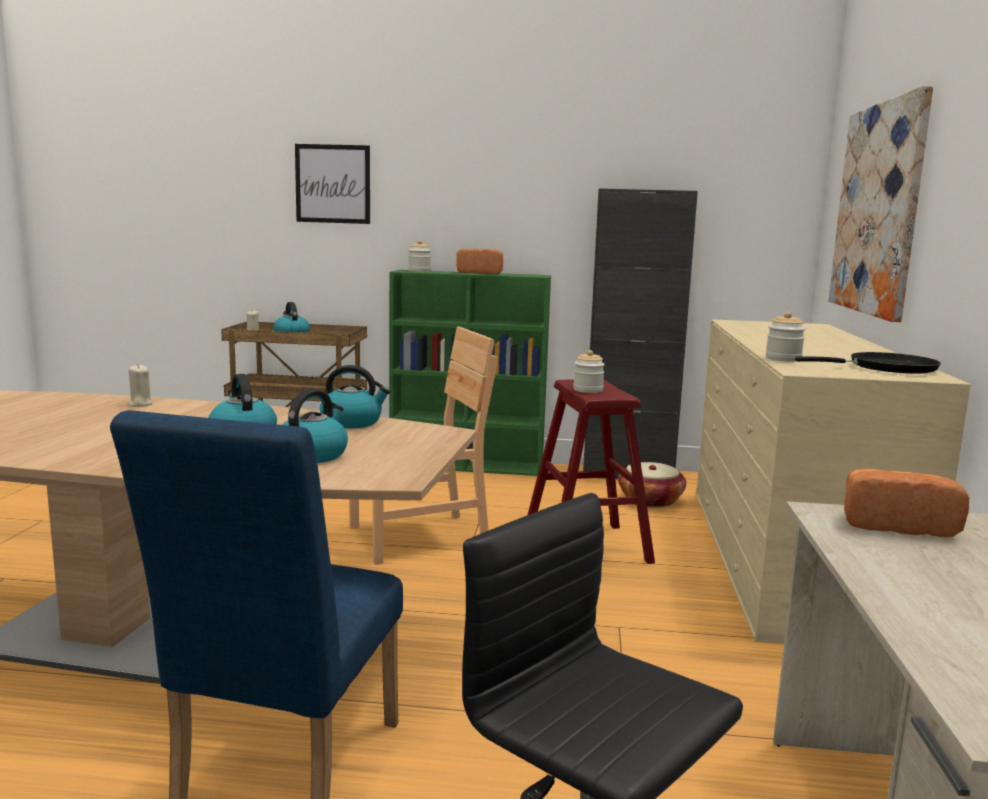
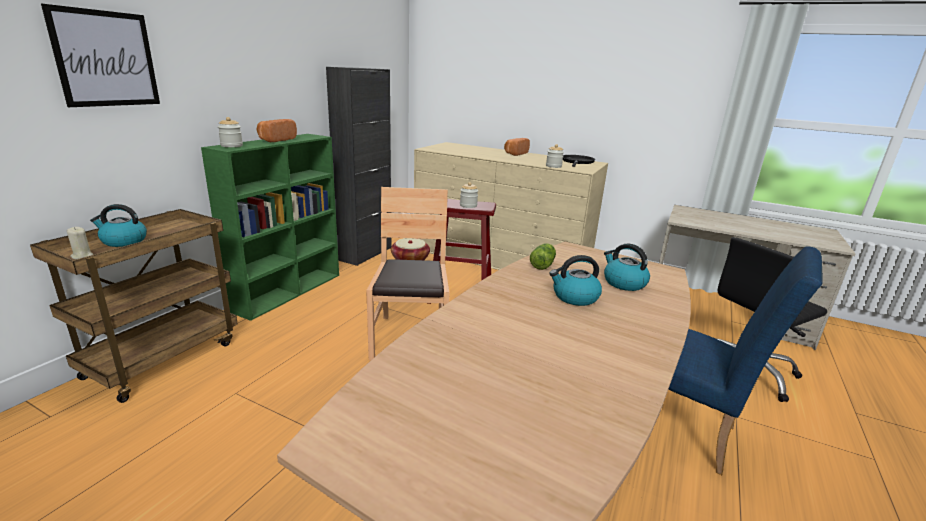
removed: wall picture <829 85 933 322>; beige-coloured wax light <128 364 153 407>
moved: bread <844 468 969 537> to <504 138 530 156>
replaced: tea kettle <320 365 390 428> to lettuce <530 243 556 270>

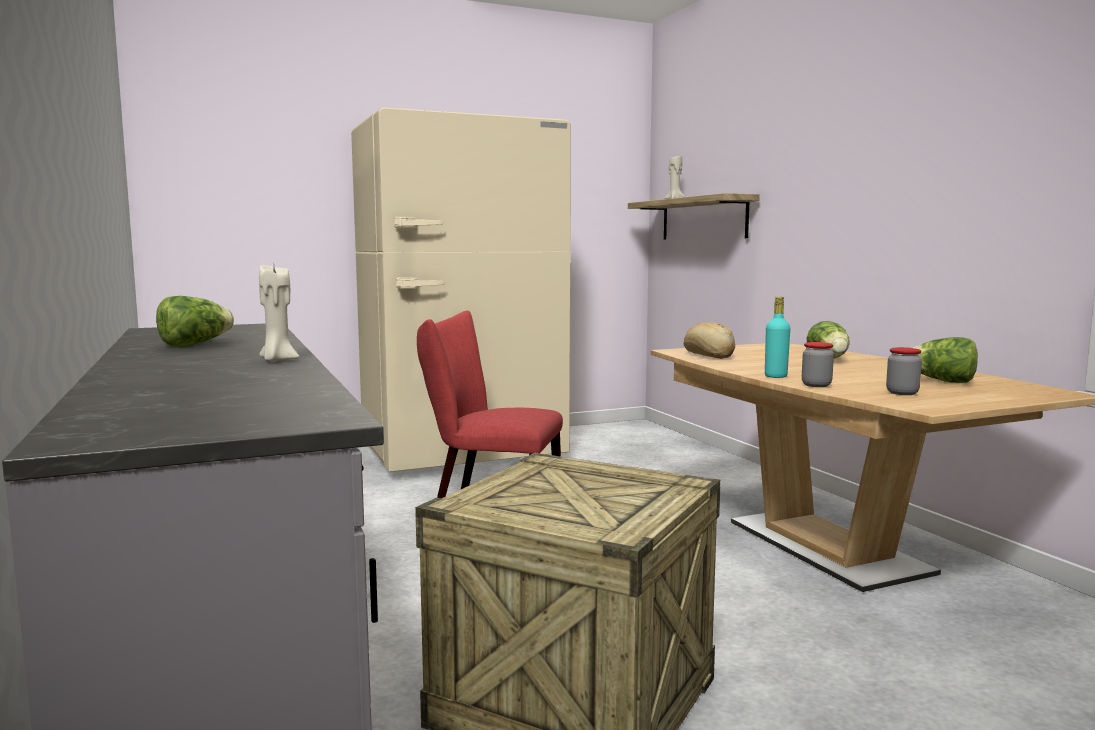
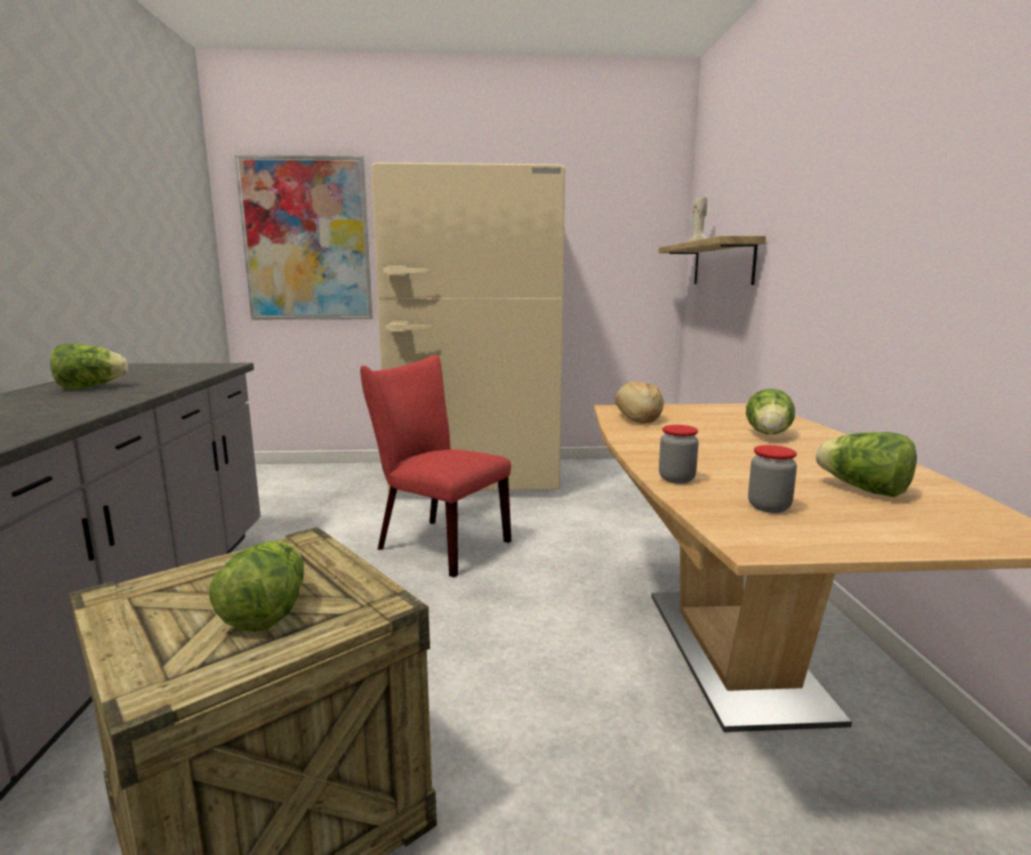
removed: beige-coloured wax light <259 265 299 361>; blue-green bottle <765 296 790 378>
added: wall picture <235 155 373 320>; lettuce <210 541 304 632>

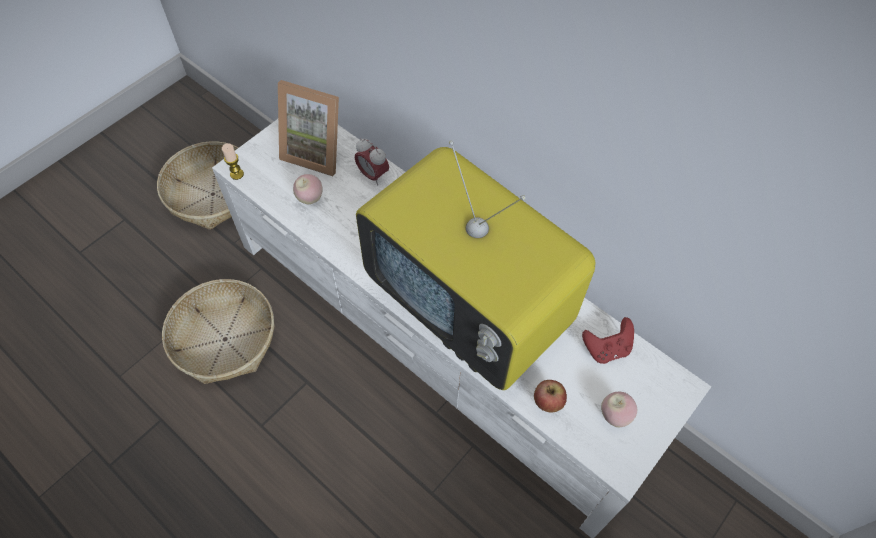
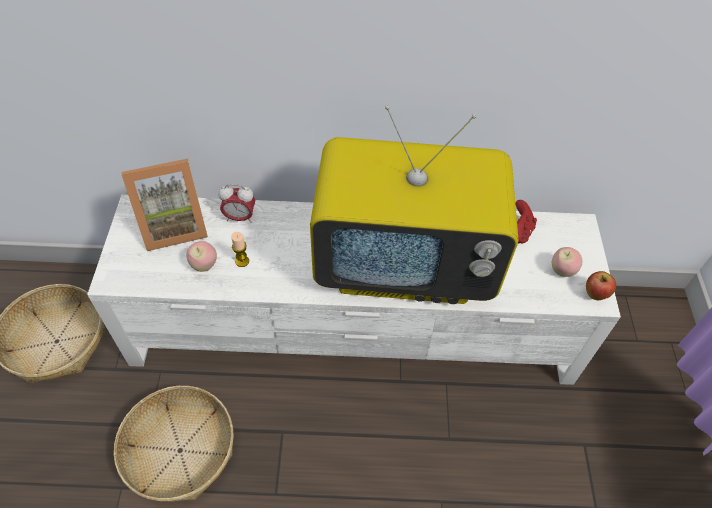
moved: wax light <222 143 244 180> to <231 232 249 267>; apple <534 380 567 413> to <586 271 616 300>

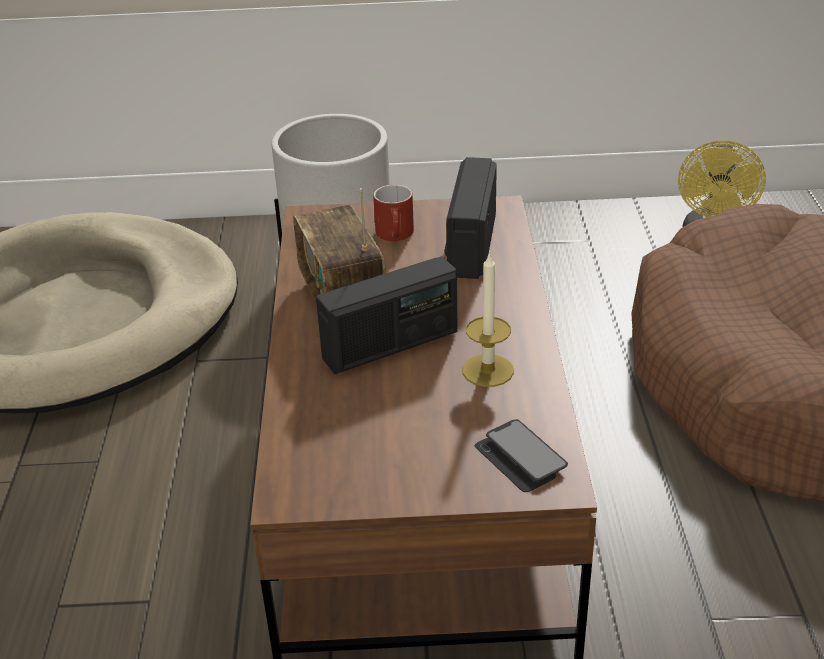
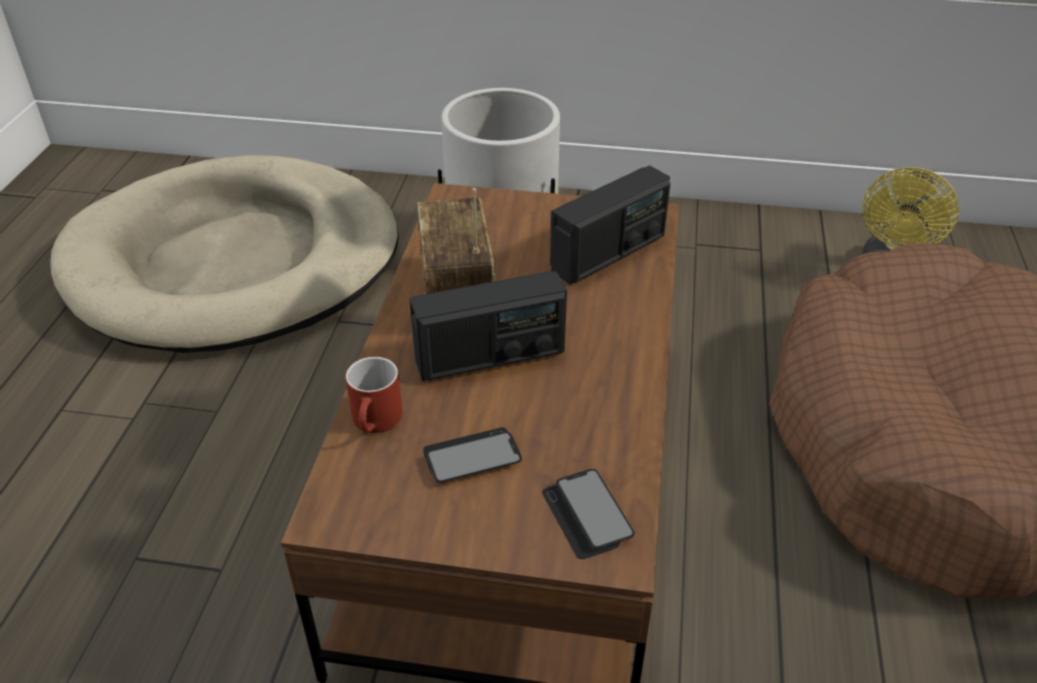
removed: wax light <462 252 514 387>
added: phone <423 427 522 483>
moved: red-coloured tea mug <373 184 414 241> to <345 357 403 433>
turned: radio <445 157 497 279> = <550 166 670 284> 150 degrees counterclockwise

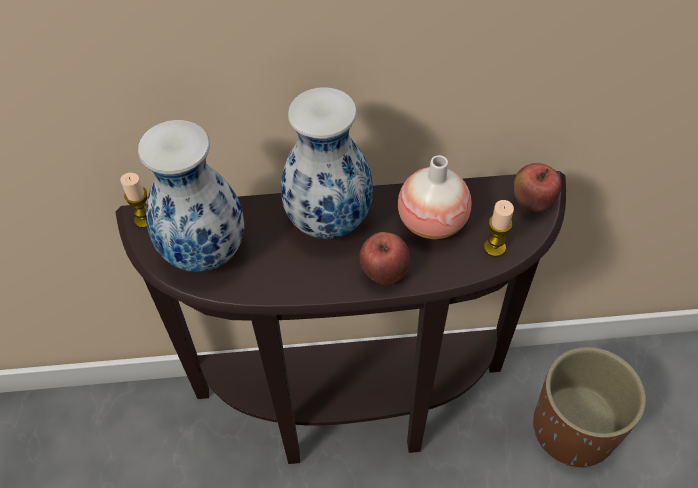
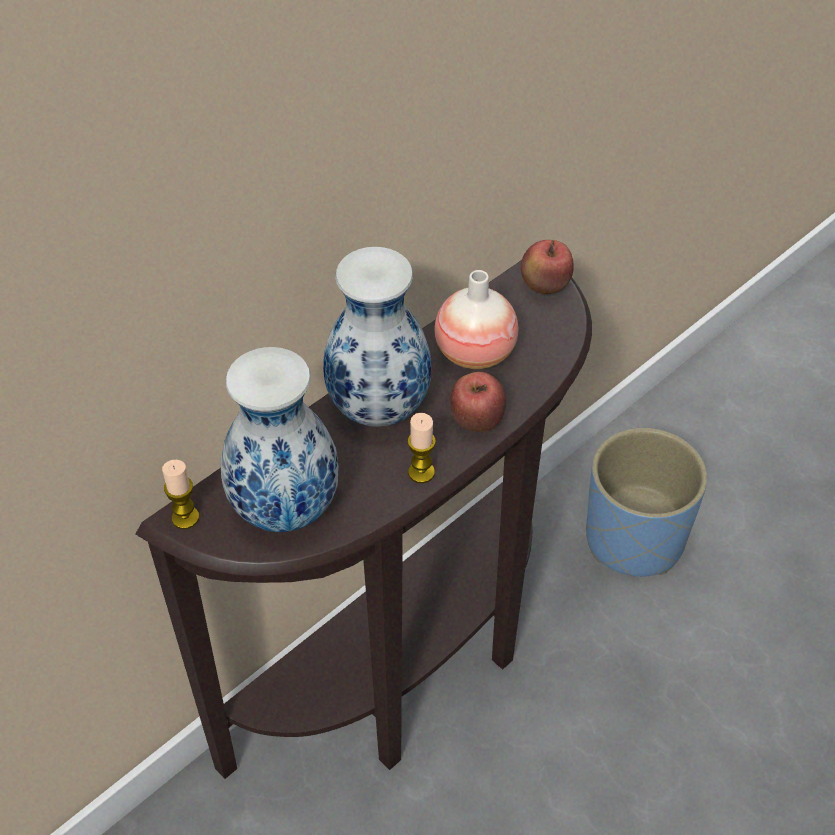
moved: wax light <484 200 514 257> to <408 413 436 483>
recoloured: brown planter <533 347 646 468> to blue-coloured planter <586 428 707 577>

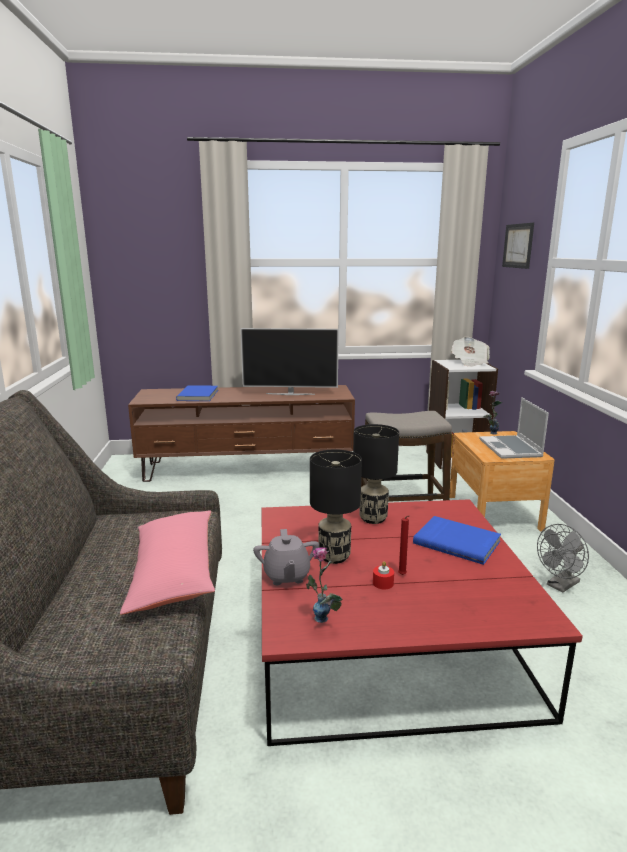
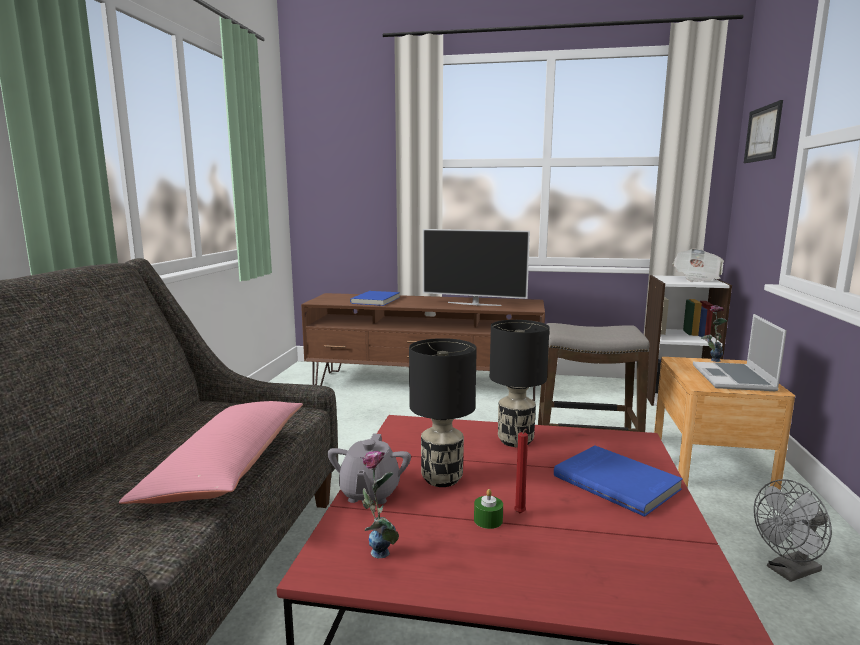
recoloured: red-coloured wax light <373 561 394 589> to greenish wax light <474 489 503 529>

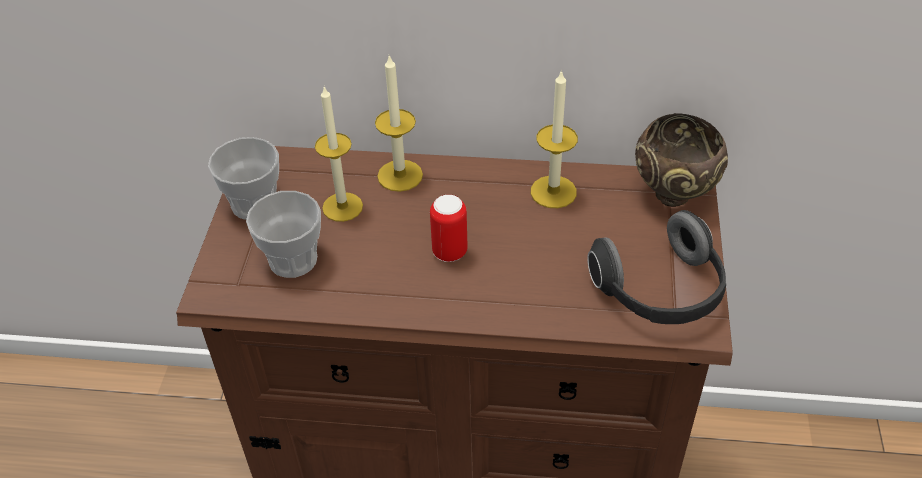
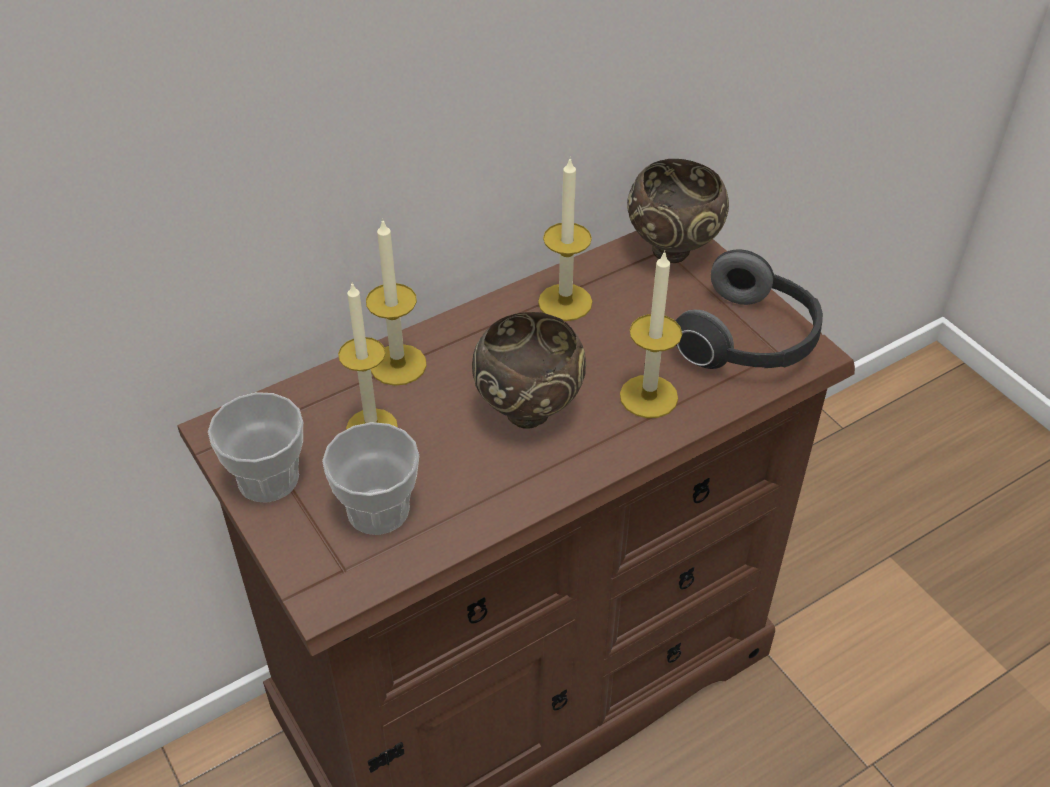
added: wax light <620 251 682 418>
replaced: can <430 194 468 262> to brown deep dish <472 312 586 428>

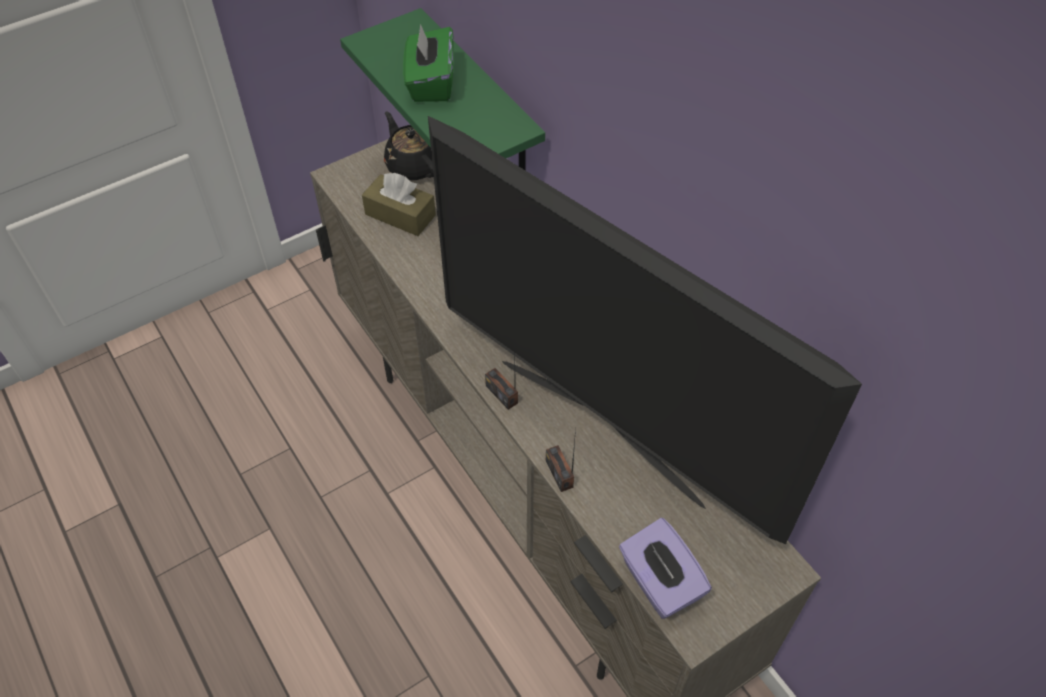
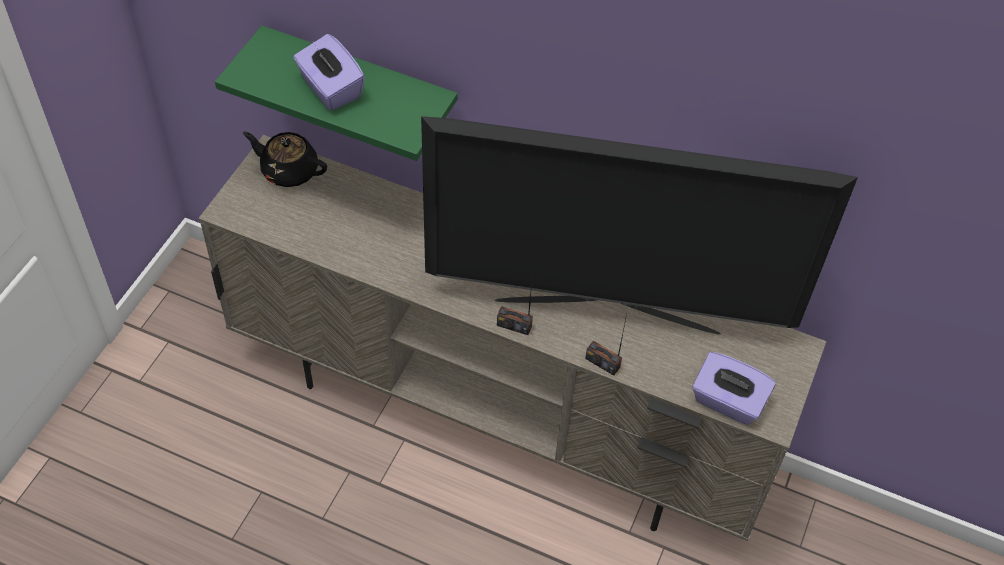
removed: brown box of tissues <362 173 436 236>
recoloured: greenish box of tissues <403 24 454 102> to purple-coloured box of tissues <293 34 365 111>

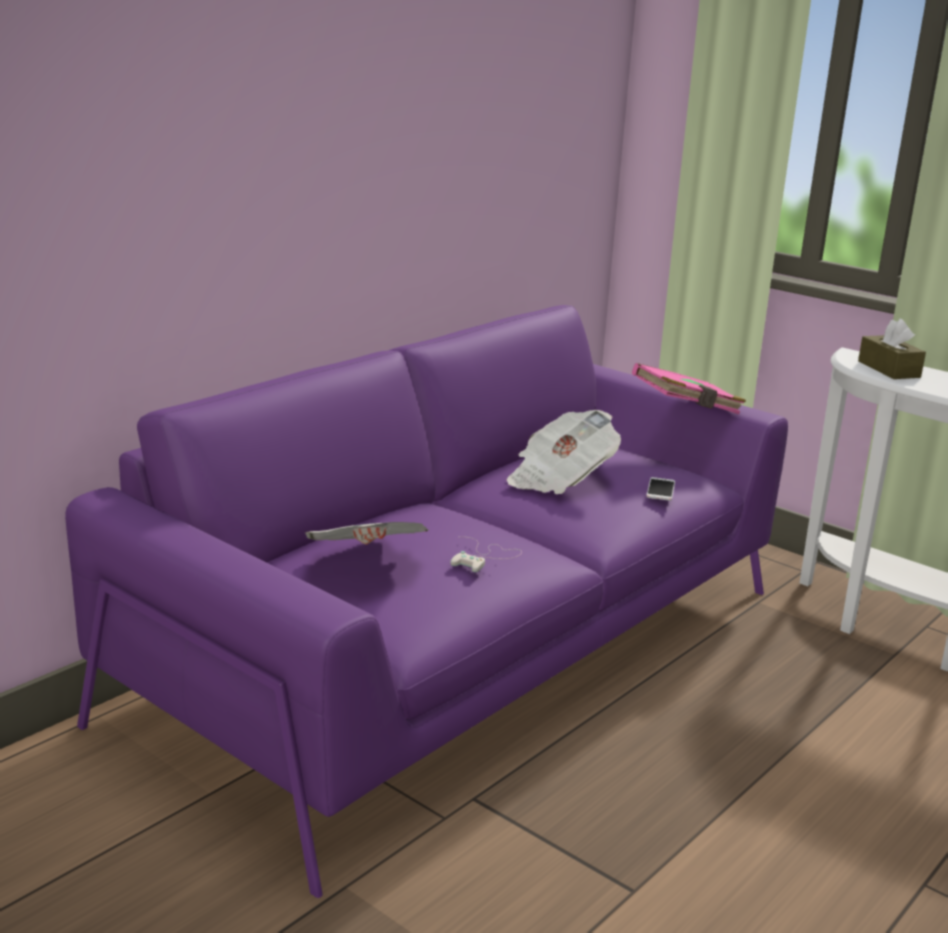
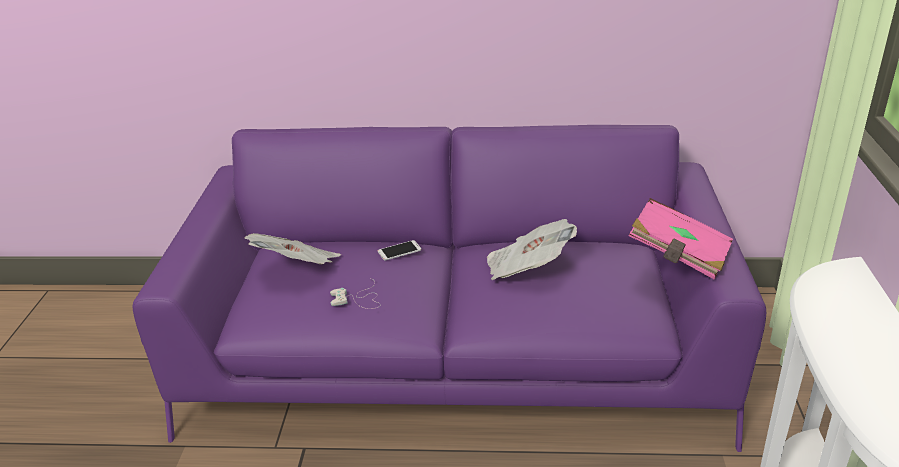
removed: brown box of tissues <858 319 926 379>
moved: phone <646 477 675 501> to <378 240 421 261>

